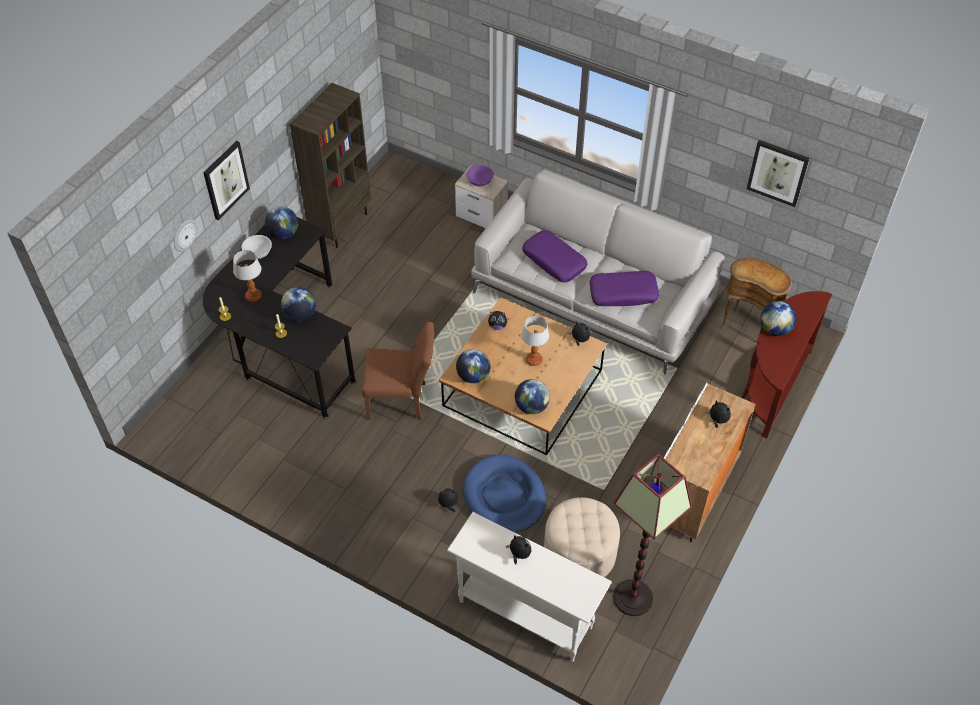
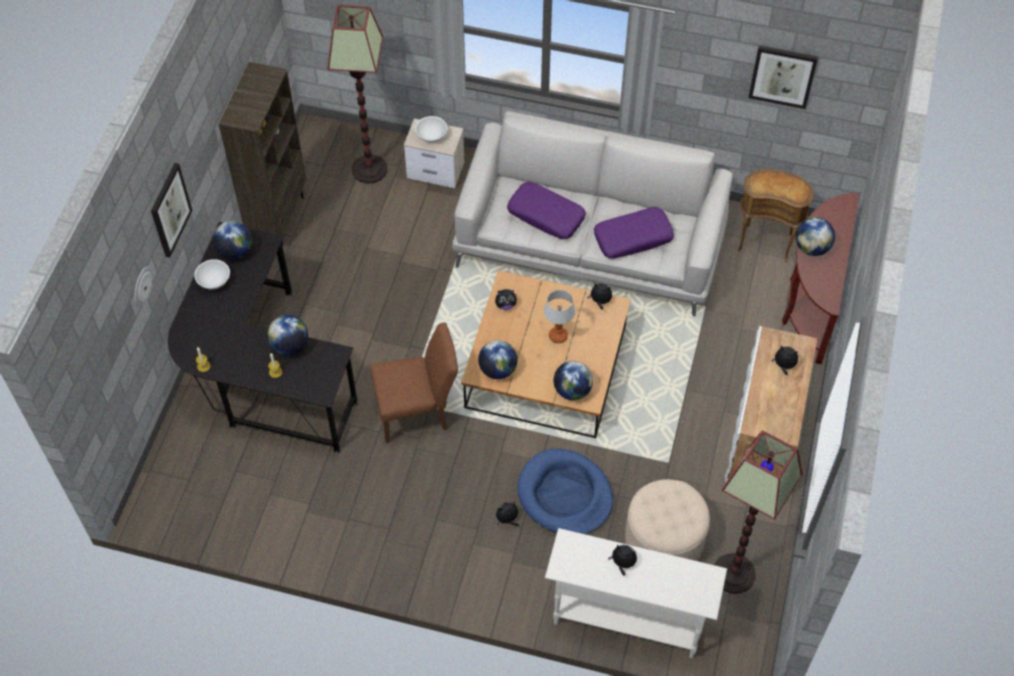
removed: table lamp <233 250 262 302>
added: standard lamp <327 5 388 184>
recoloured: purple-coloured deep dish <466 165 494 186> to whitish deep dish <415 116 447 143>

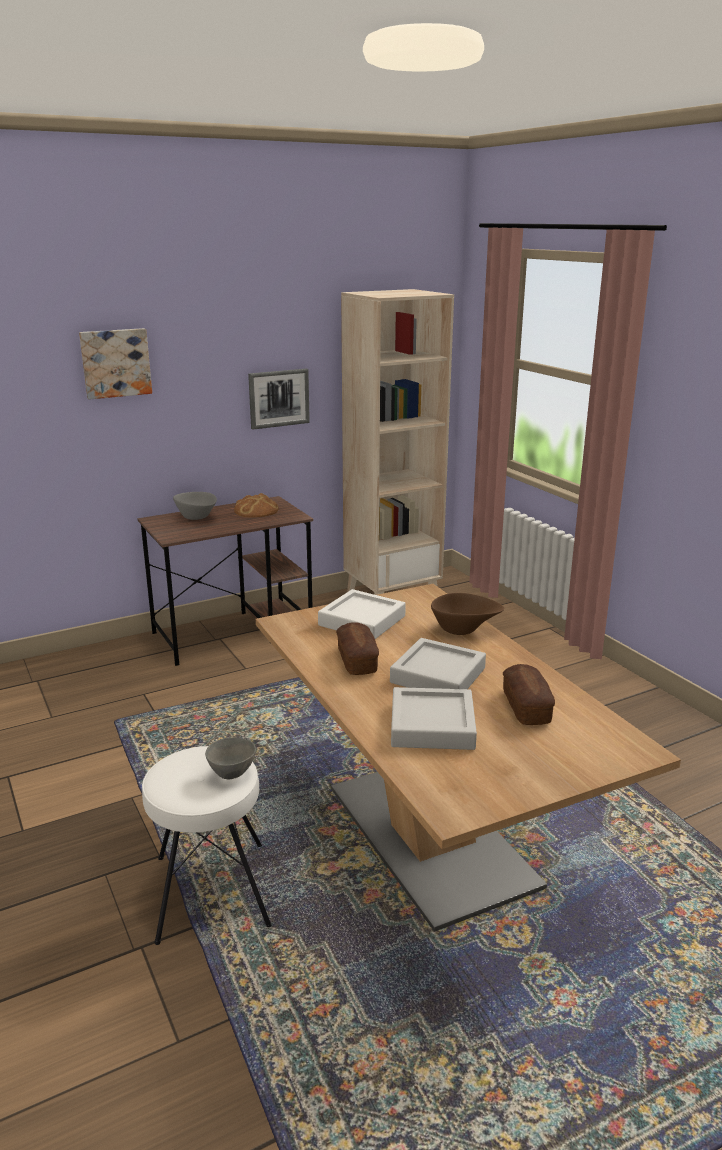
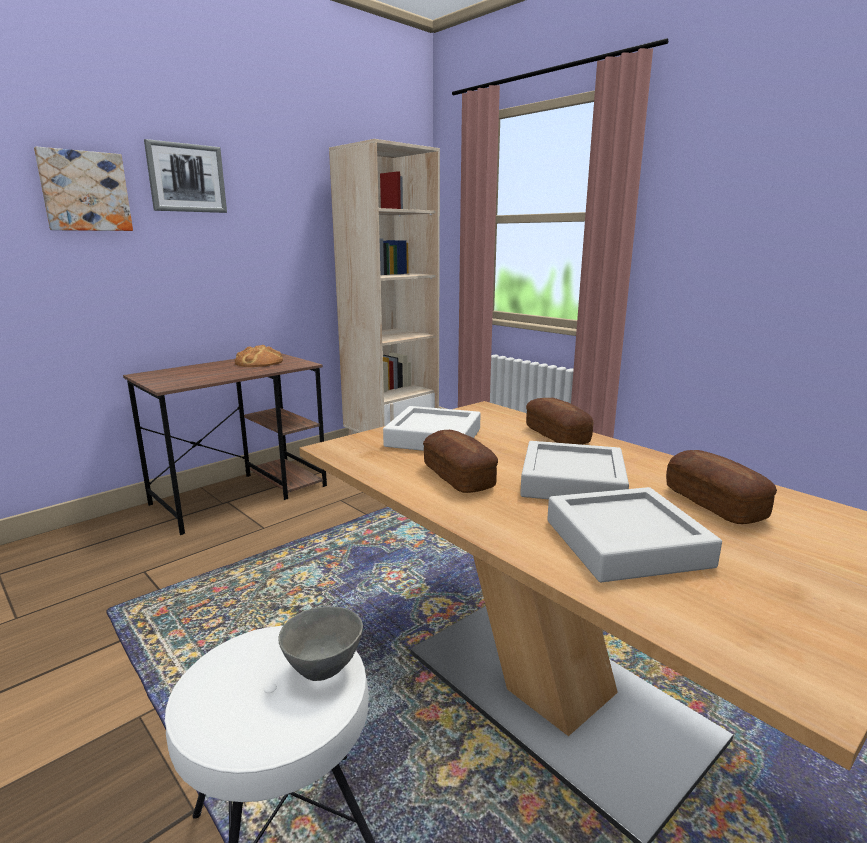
removed: greyish deep dish <173 492 217 520>
moved: wall picture <248 368 310 430> to <144 139 227 213>
replaced: brown deep dish <431 593 504 635> to bread <526 398 594 445>

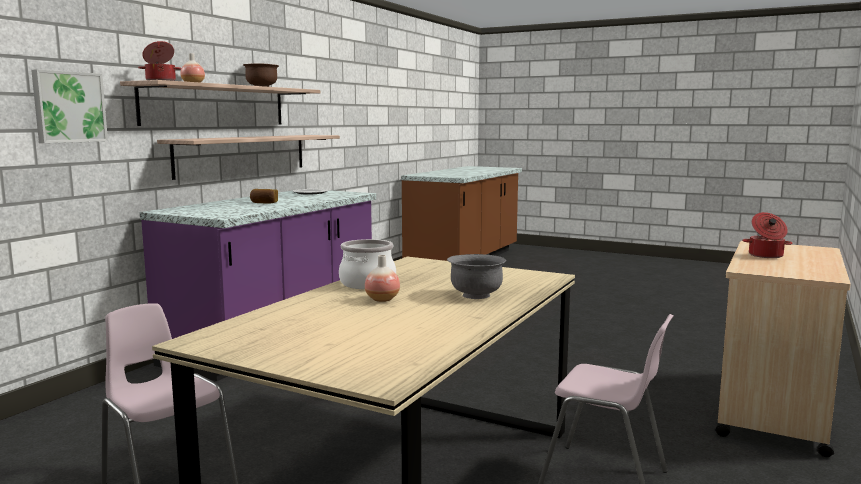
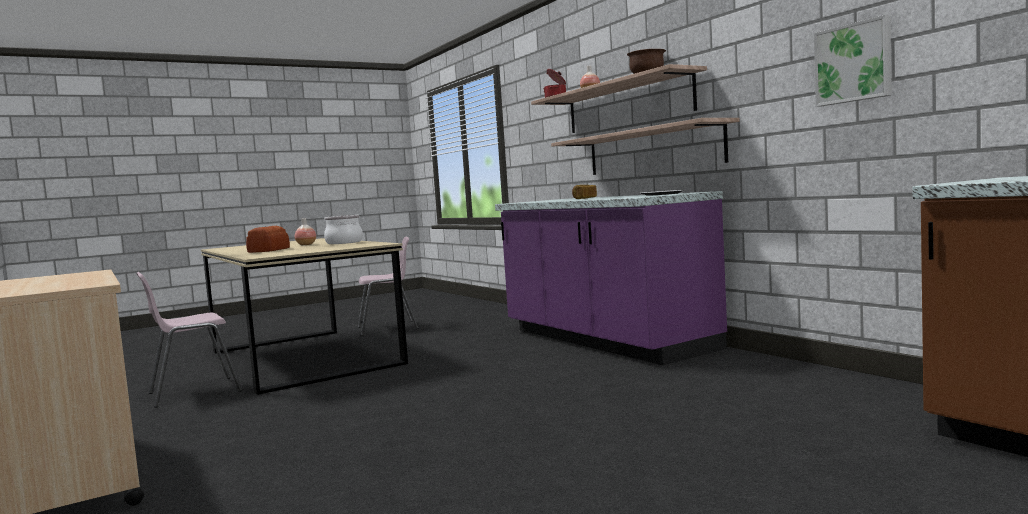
removed: cooking pot <743 212 792 258>
moved: wall picture <31 69 108 143> to <814 15 892 107>
replaced: greyish deep dish <447 254 506 299> to bread <246 226 290 253>

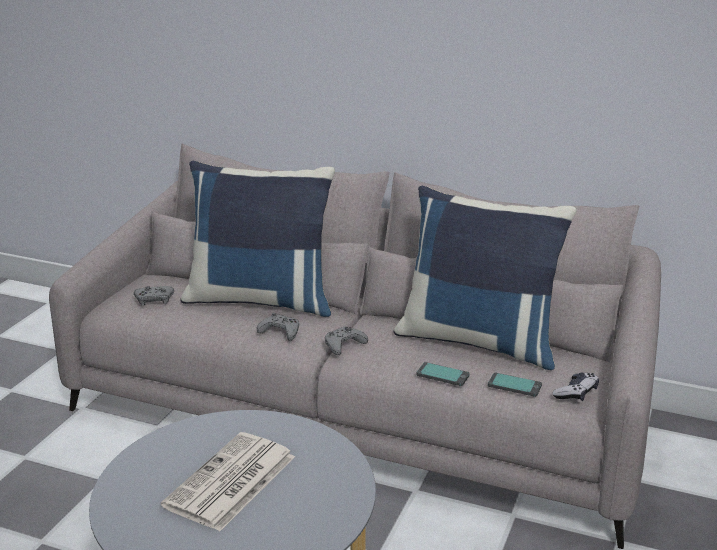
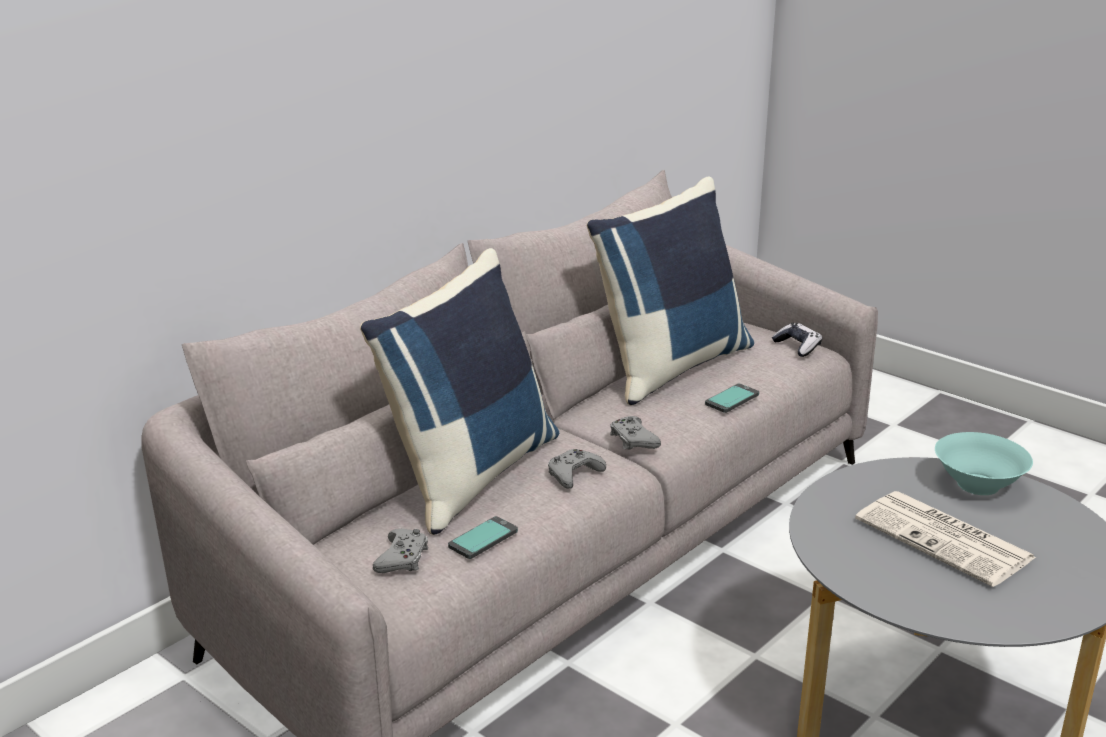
added: blue-green deep dish <935 432 1033 495>
moved: phone <488 373 542 397> to <448 516 518 559>

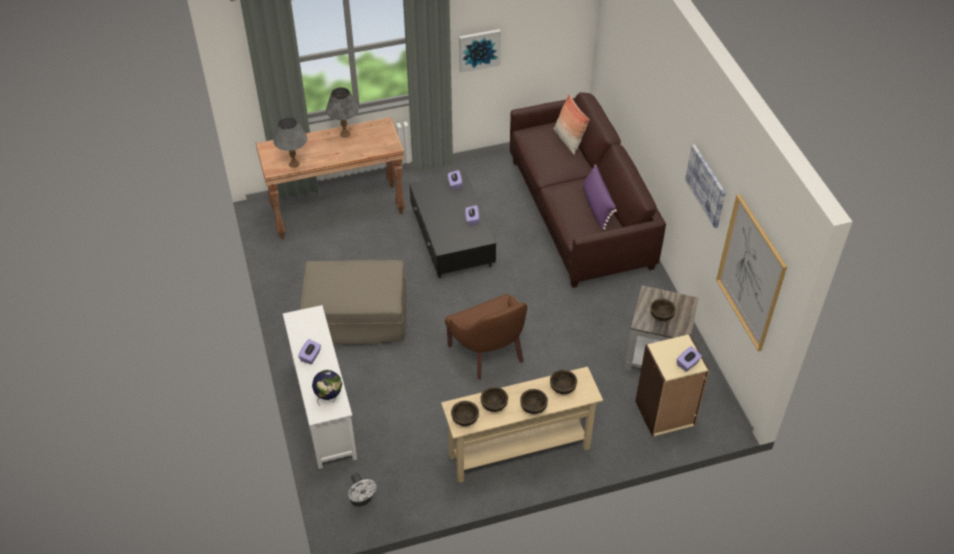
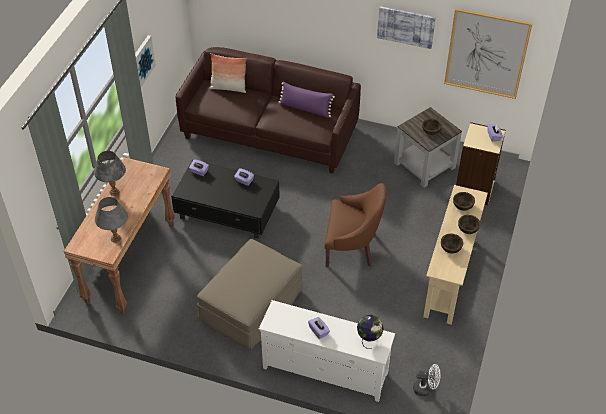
removed: brown deep dish <451 401 479 426>

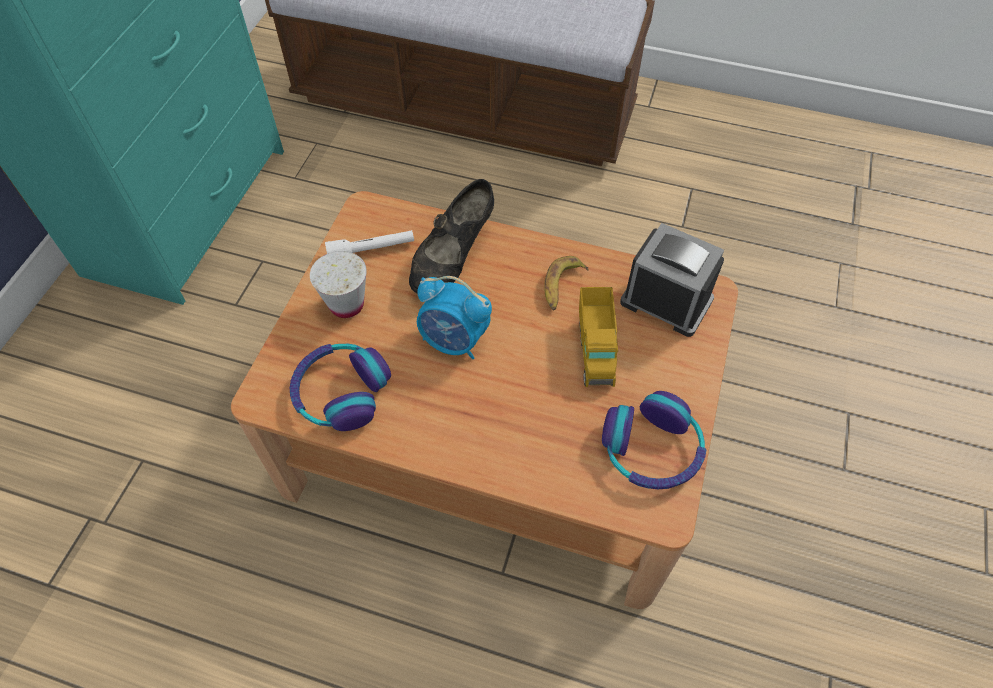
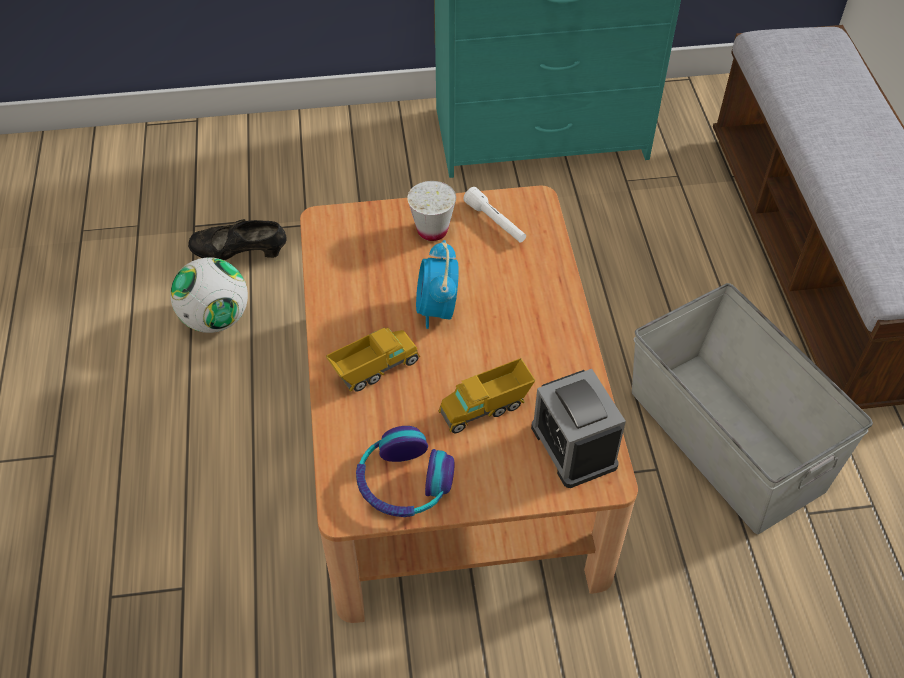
removed: banana <544 256 589 310>; headset <290 344 391 431>
added: football ball <170 257 248 333>; greyish storage bin <632 283 873 534>; toy truck <326 328 420 392>
moved: blackish shoe <409 179 494 294> to <188 219 287 260>
turned: alarm clock <620 223 724 337> = <531 369 626 488> 150 degrees clockwise

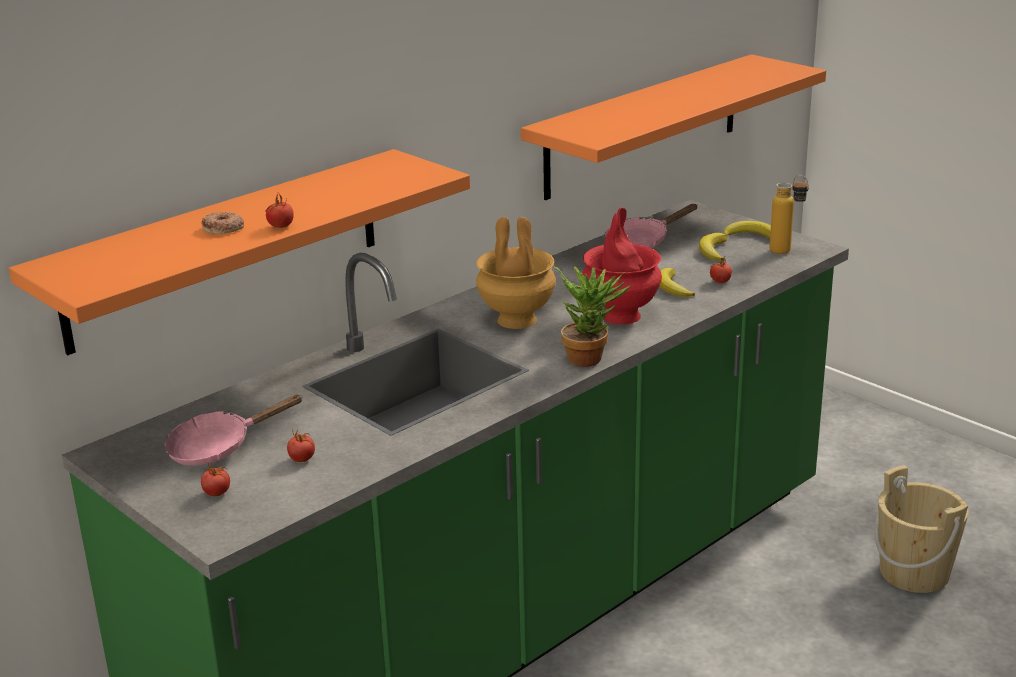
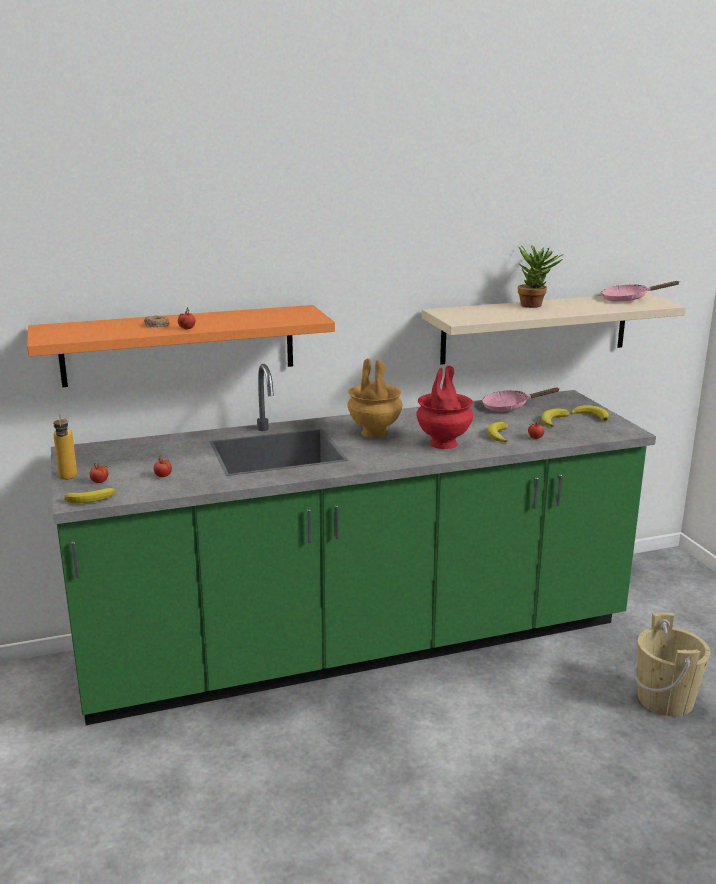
added: banana <65 488 115 503>
moved: bottle <770 175 809 254> to <53 413 77 480>; plant in a pot <554 267 632 367> to <518 245 564 308>; pinkish skillet <164 394 303 465> to <601 281 680 302>
recoloured: orangey wall shelf <521 54 826 200> to beige-coloured wall shelf <422 293 686 365>

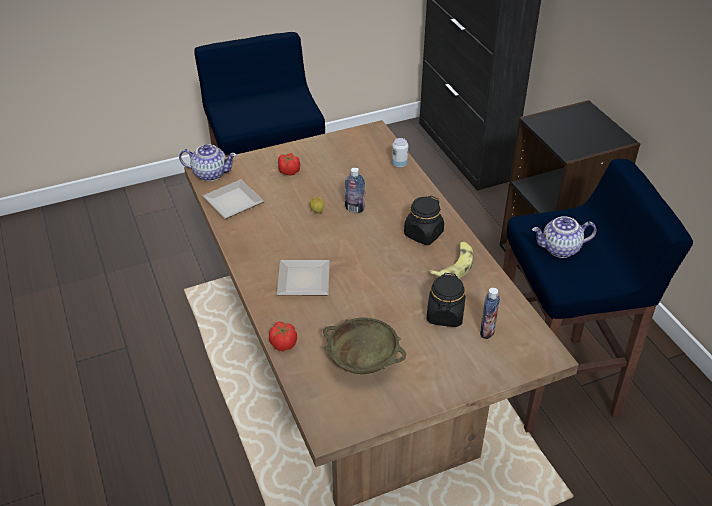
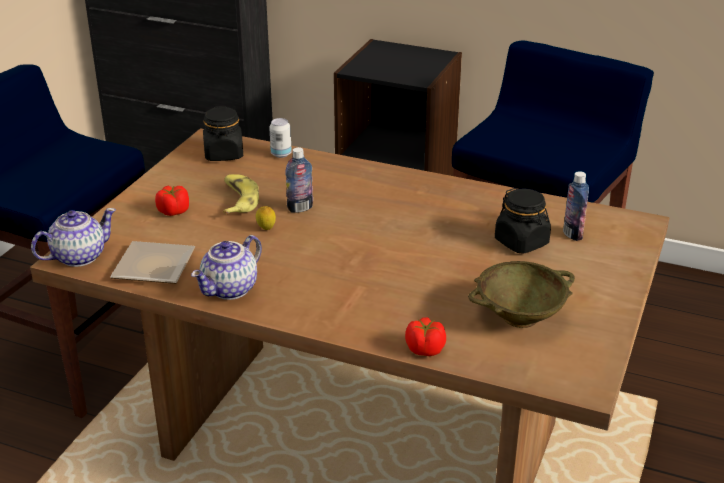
removed: plate <277 260 330 295>
moved: blackish preserve jar <404 196 444 245> to <203 106 243 161>; pot for tea <532 216 597 258> to <191 235 262 300>; banana <429 242 474 278> to <223 174 259 214>

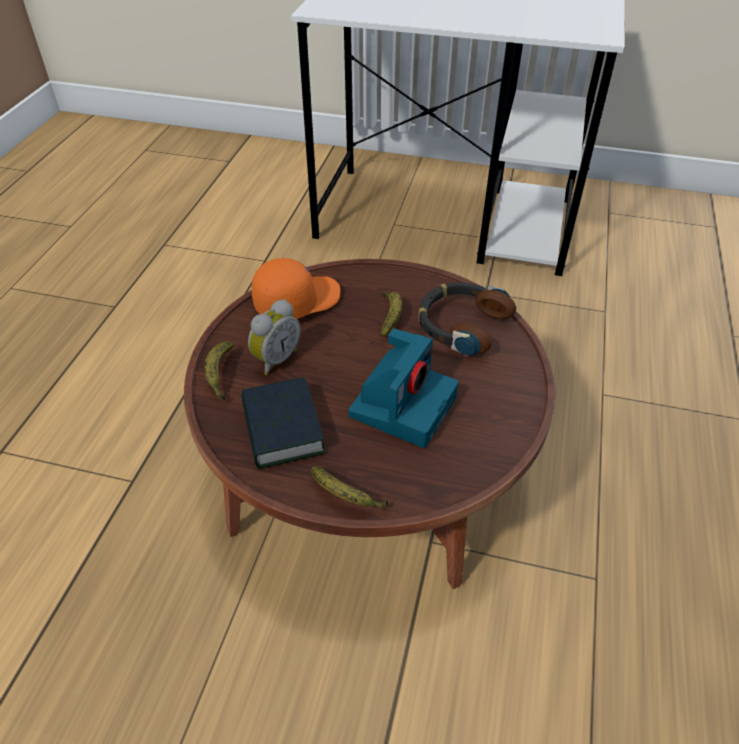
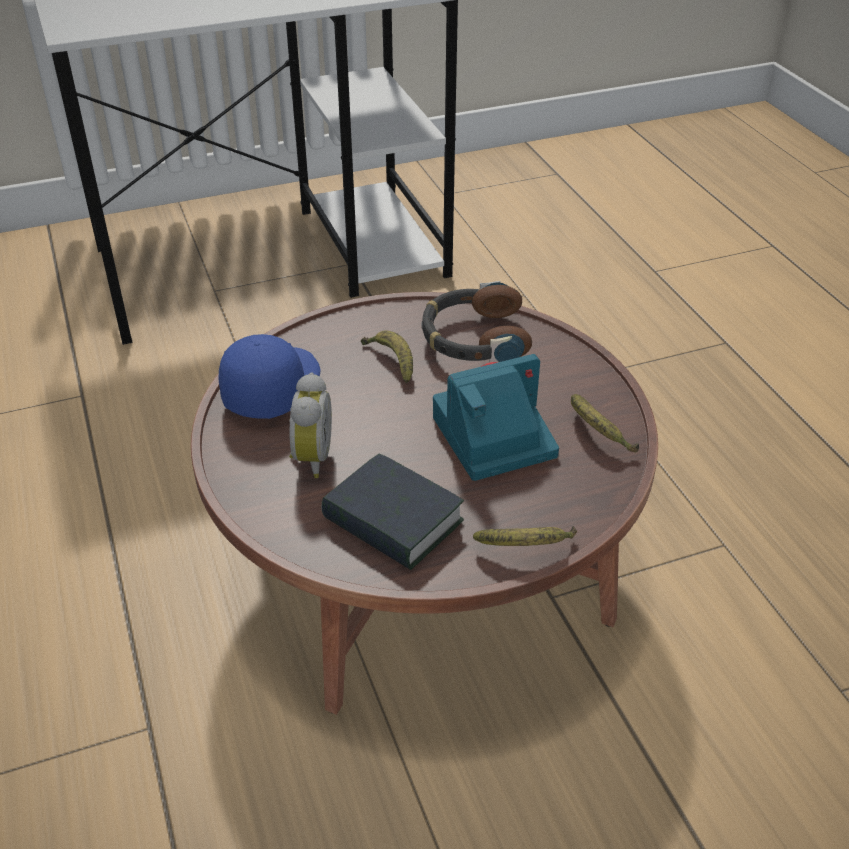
moved: banana <205 341 234 401> to <571 394 639 453>
recoloured: orangey peaked cap <251 258 340 319> to blue-coloured peaked cap <219 334 320 419>
turned: photo camera <348 328 458 448> = <433 354 559 481> 105 degrees counterclockwise

